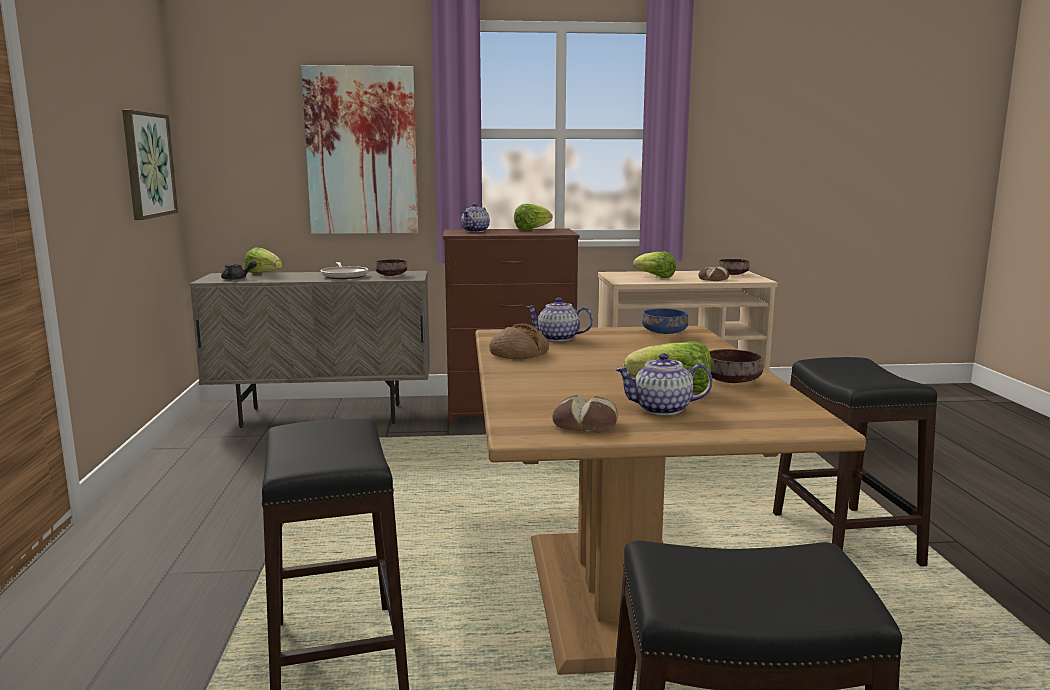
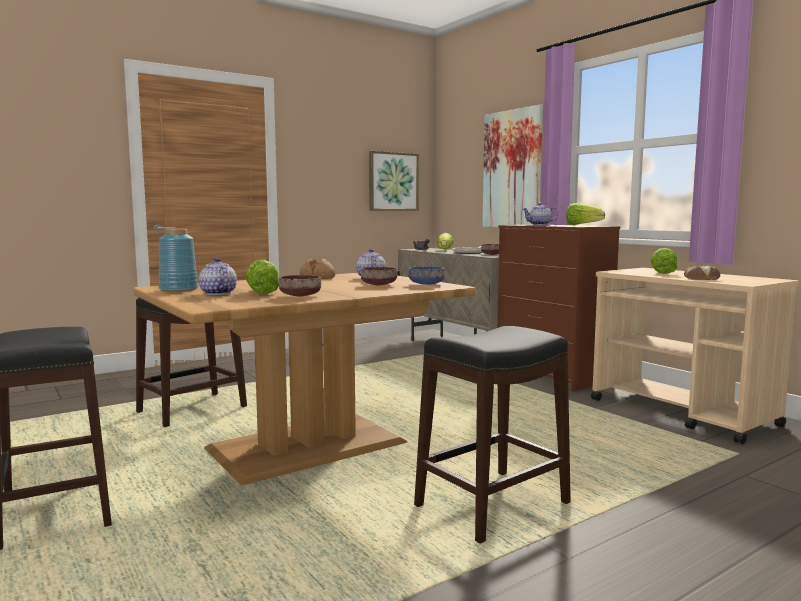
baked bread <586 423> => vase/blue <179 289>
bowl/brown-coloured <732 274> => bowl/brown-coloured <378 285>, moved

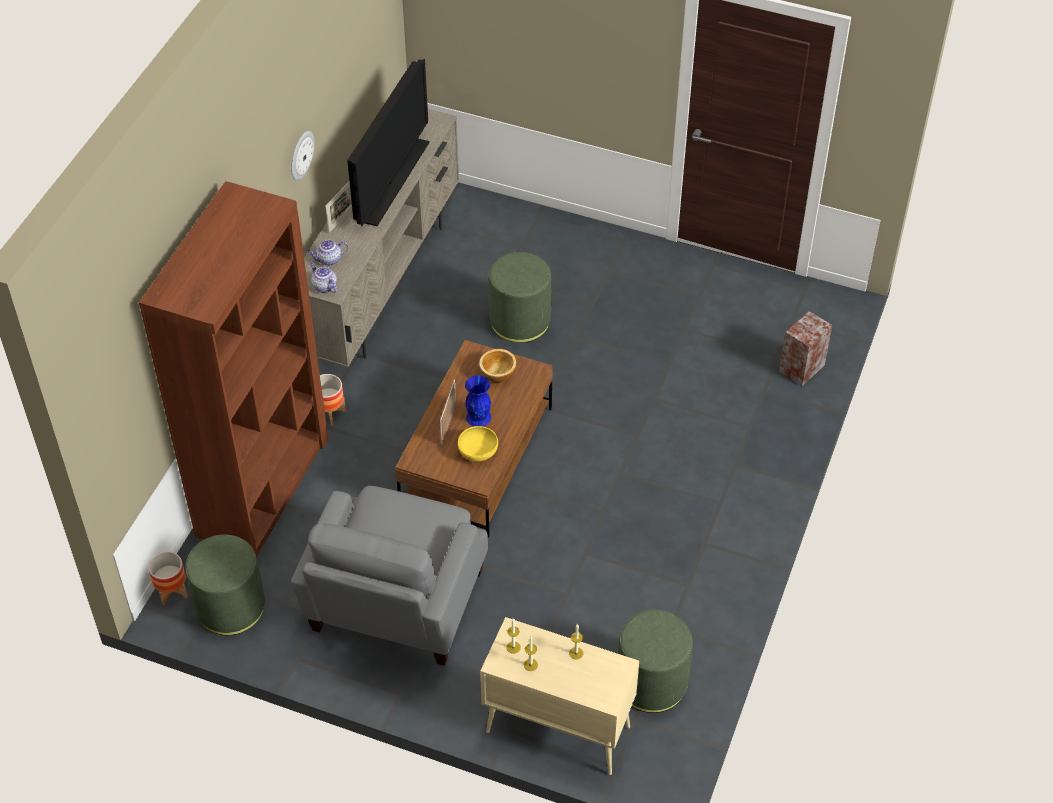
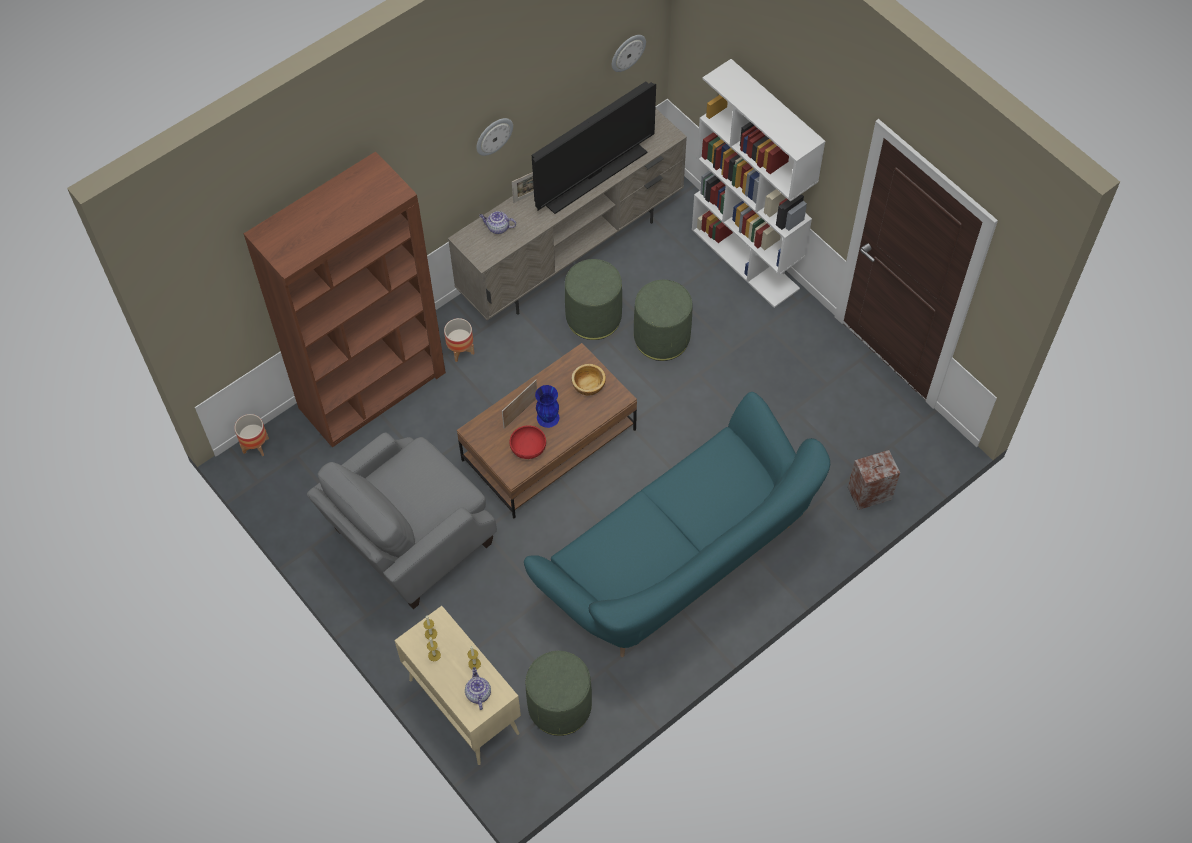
tea pot <324 286> => tea pot <478 693>, moved
bowl/yellowish <478 451> => bowl/reddish <528 448>
nothing => sofa/turquoise-coloured <680 562>
footrest/greenish <230 607> => footrest/greenish <593 317>, moved
nothing => hanging clock <627 52>
nothing => bookcase/white <746 259>

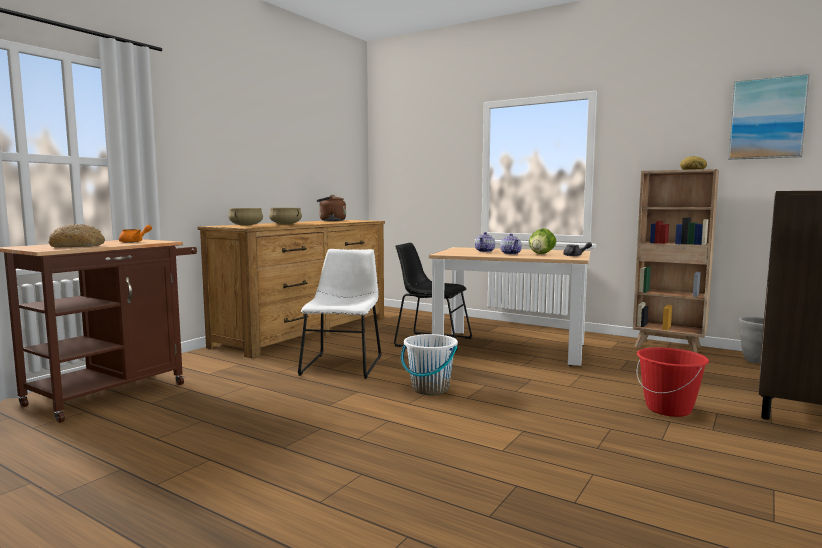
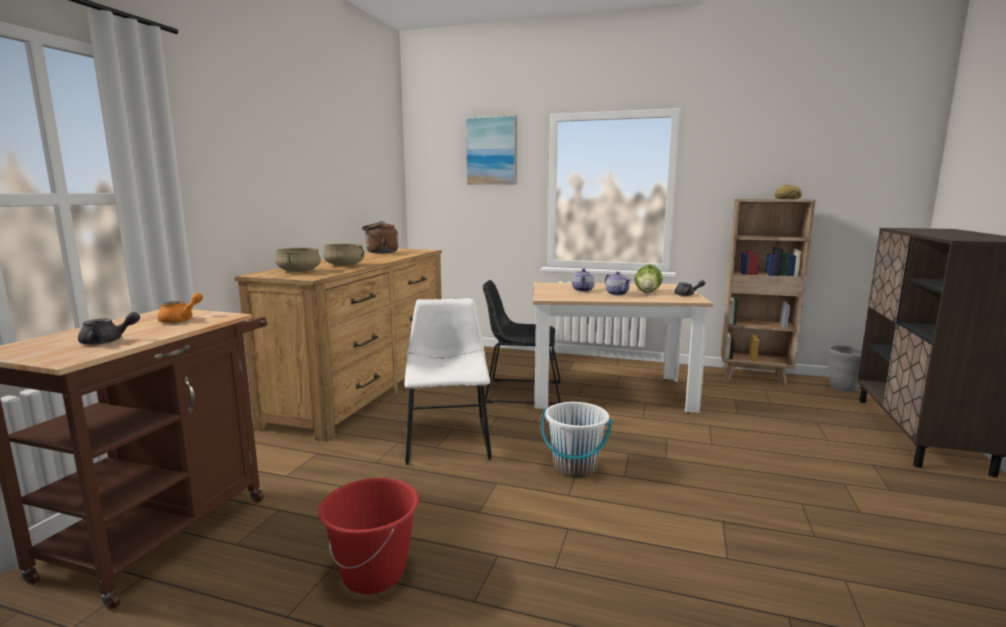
baked bread <78 246> => tea pot/greyish <107 341>
water bucket/reddish <668 409> => water bucket/reddish <374 574>, moved
wall picture <767 118> => wall picture <491 151>, moved

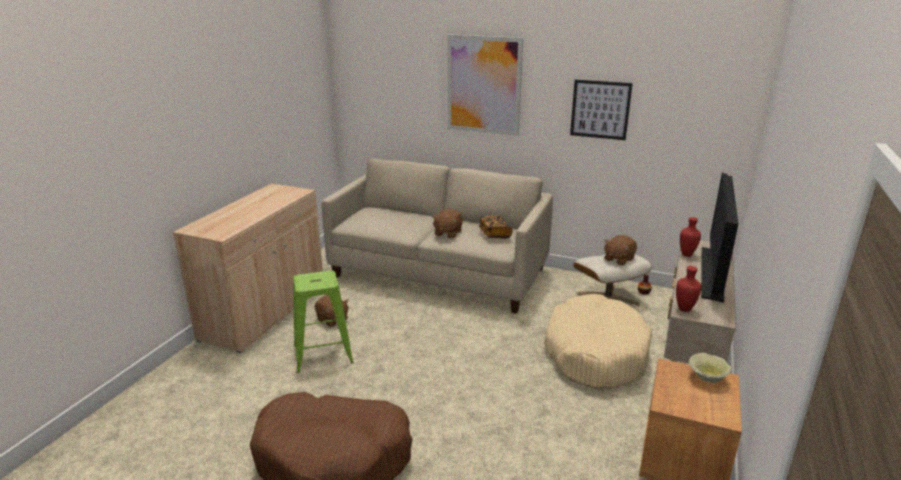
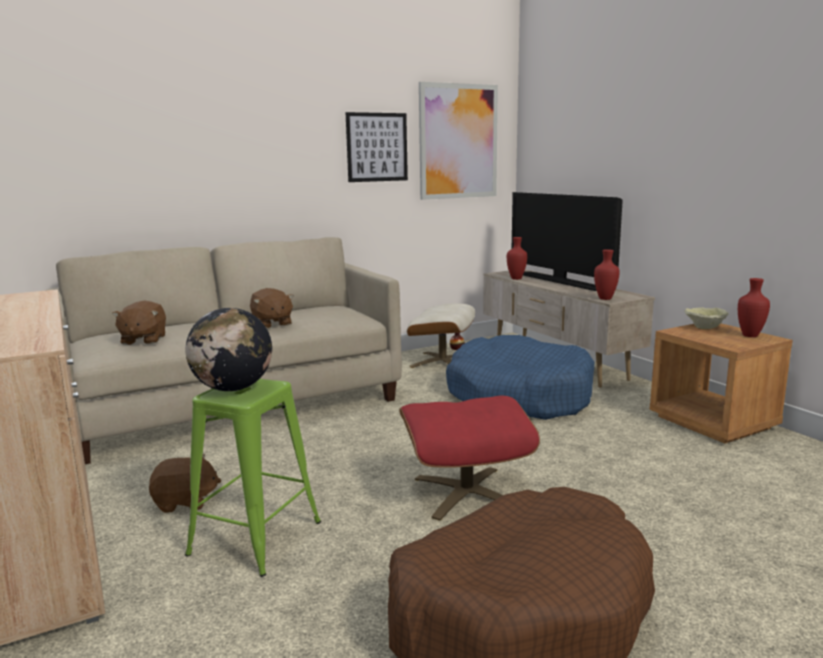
soft toy/brown-coloured <618 259> => soft toy/brown-coloured <143 340>, moved
nothing => world globe <232 388>
nothing => footrest/reddish <466 492>
wall picture <483 85> => wall picture <458 141>, moved
dog cushion/beige-coloured <595 354> => dog cushion/blue <519 396>
nothing => vase/reddish <750 335>
volume <494 234> => nothing

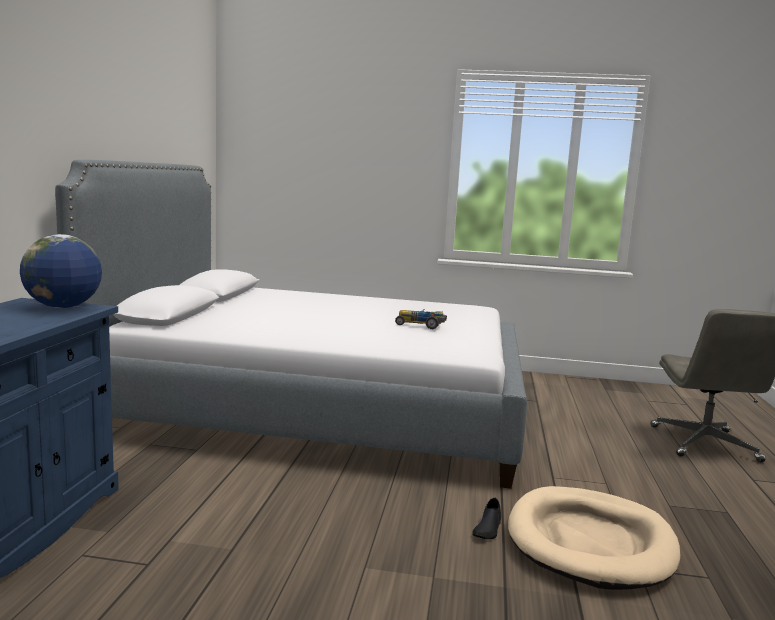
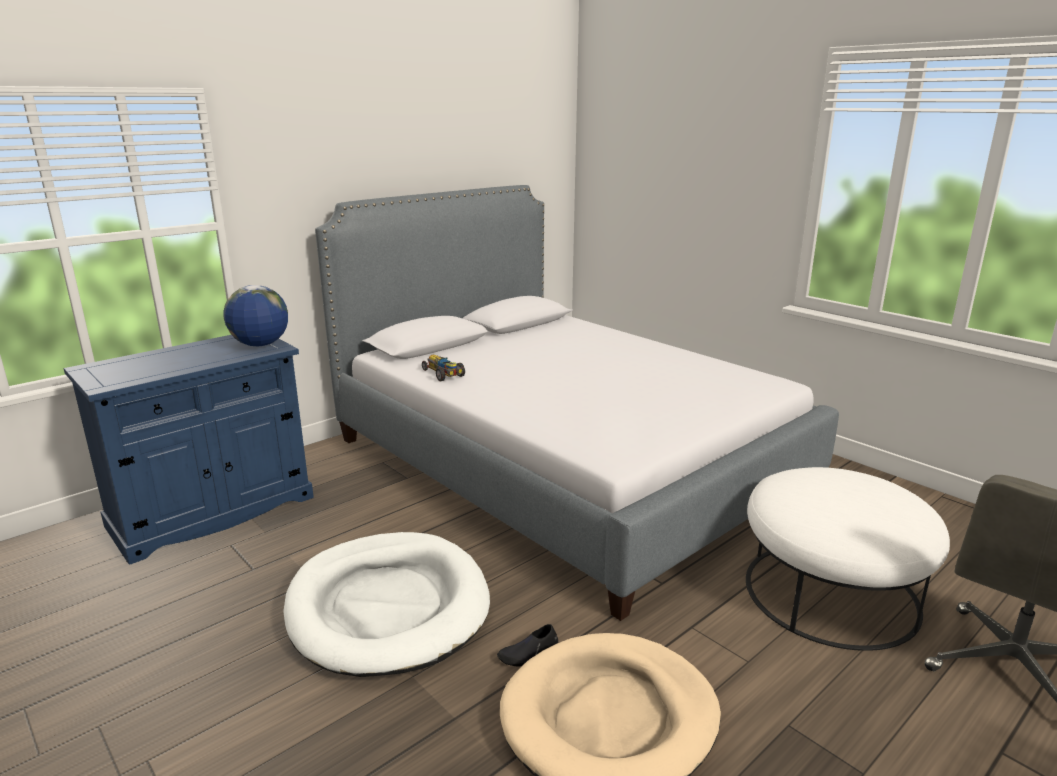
nothing => dog cushion/white <388 607>
miniature car <421 325> => miniature car <444 374>, moved
nothing => footrest/white <830 592>

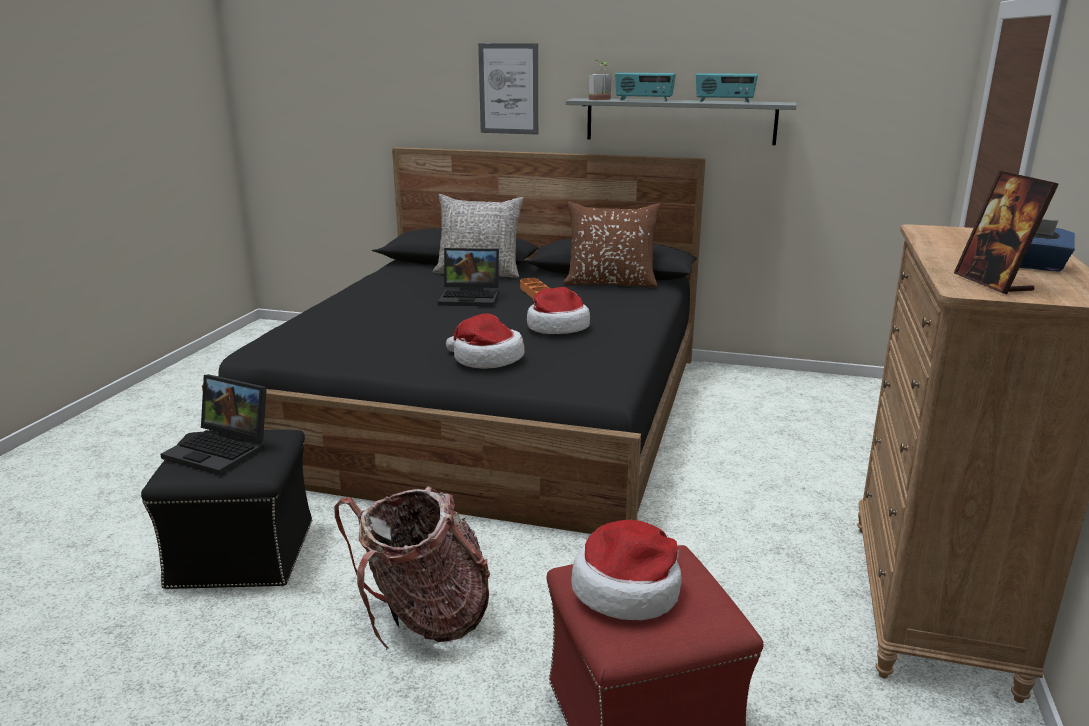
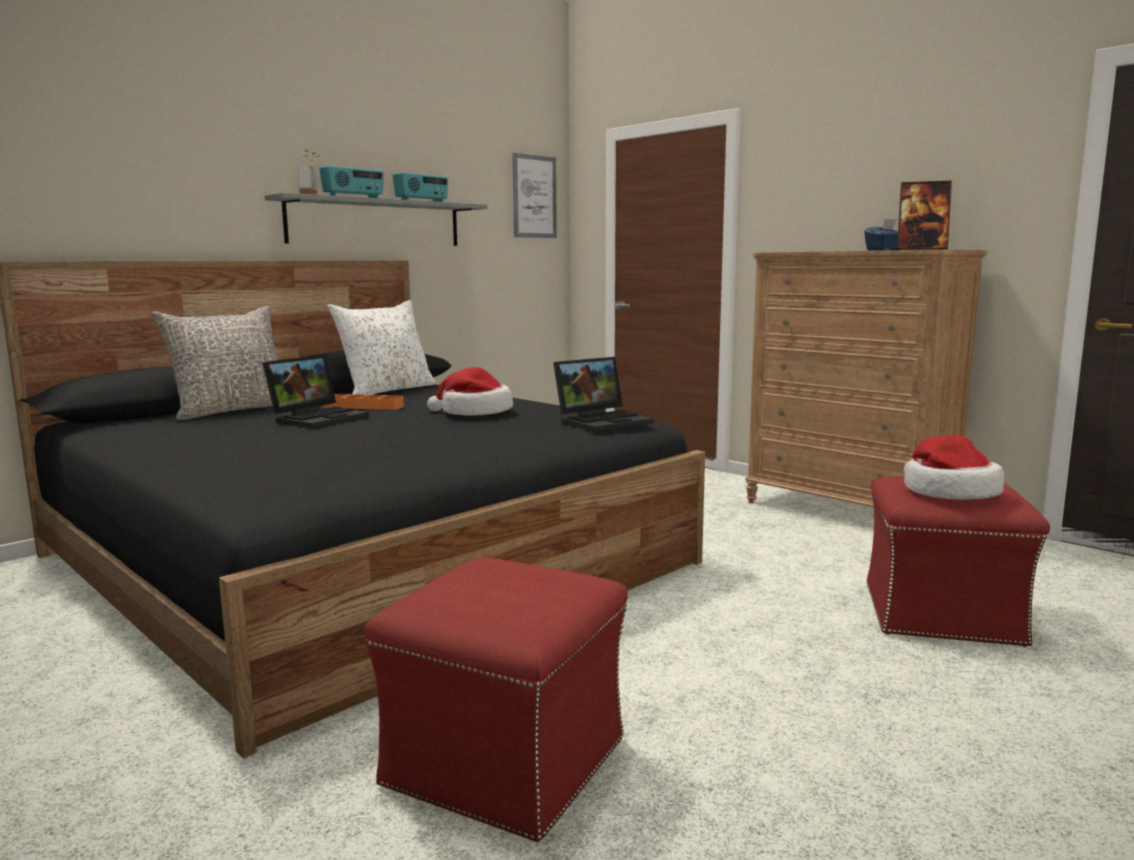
cushion/brown-coloured <610 283> => cushion/white <387 390>
footrest/black <244 554> => footrest/reddish <507 760>
wall picture <508 89> => wall picture <534 196>, moved
portable computer <222 450> => portable computer <603 421>, moved
rucksack <425 618> => nothing
wearable hat <486 359> => nothing

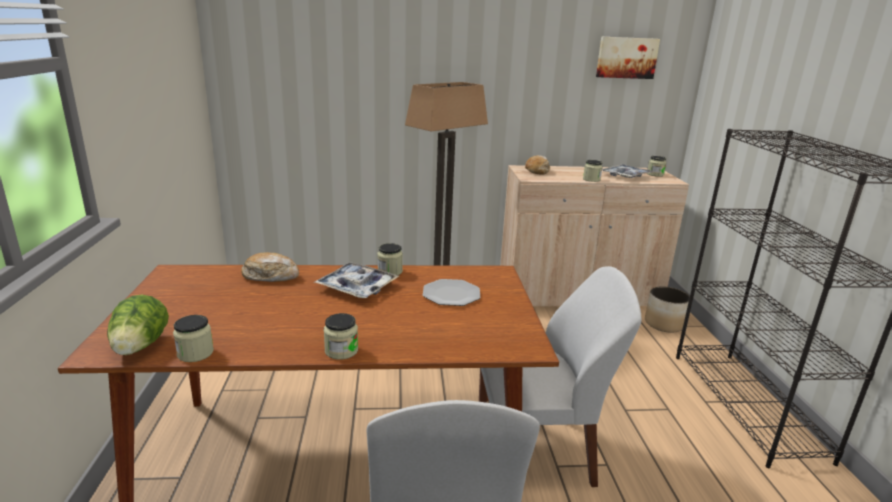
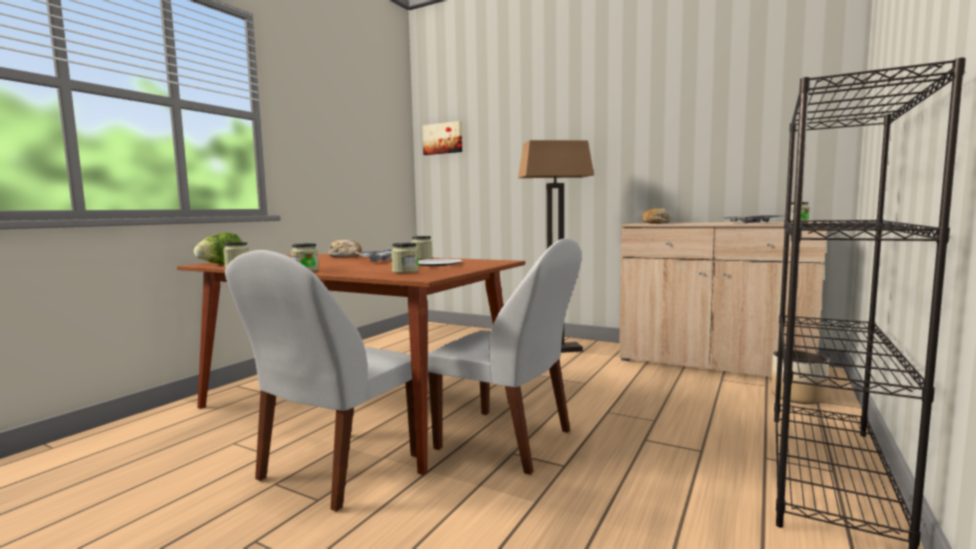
storage jar <591 179> => storage jar <405 271>, moved
wall picture <626 57> => wall picture <443 138>, moved

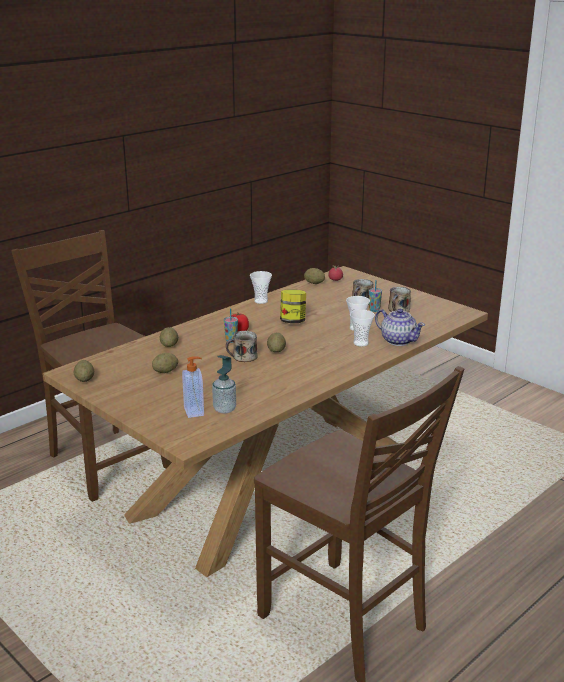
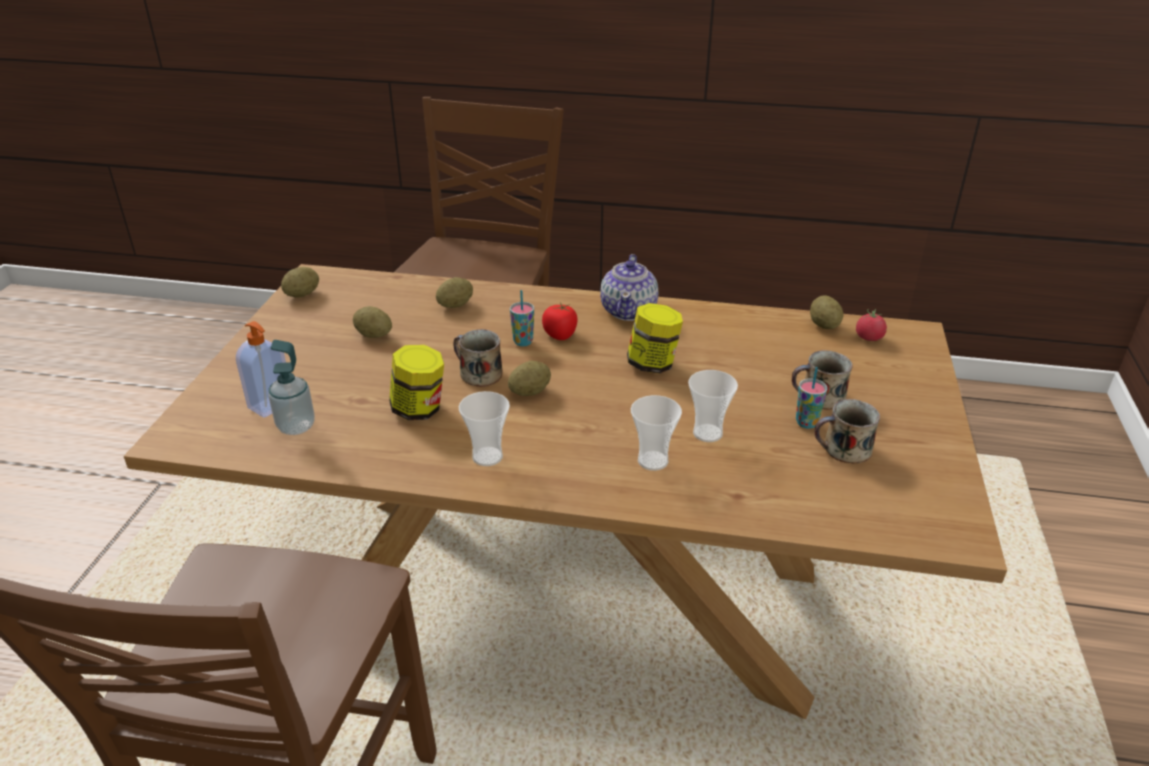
nothing => storage jar <419 409>
small cup <261 301> => small cup <487 456>, moved
tea pot <398 340> => tea pot <629 311>, moved

